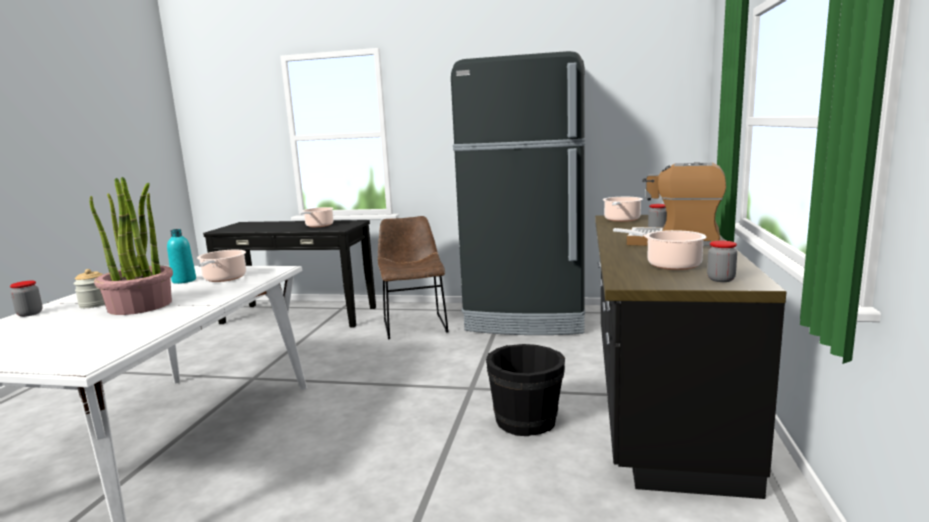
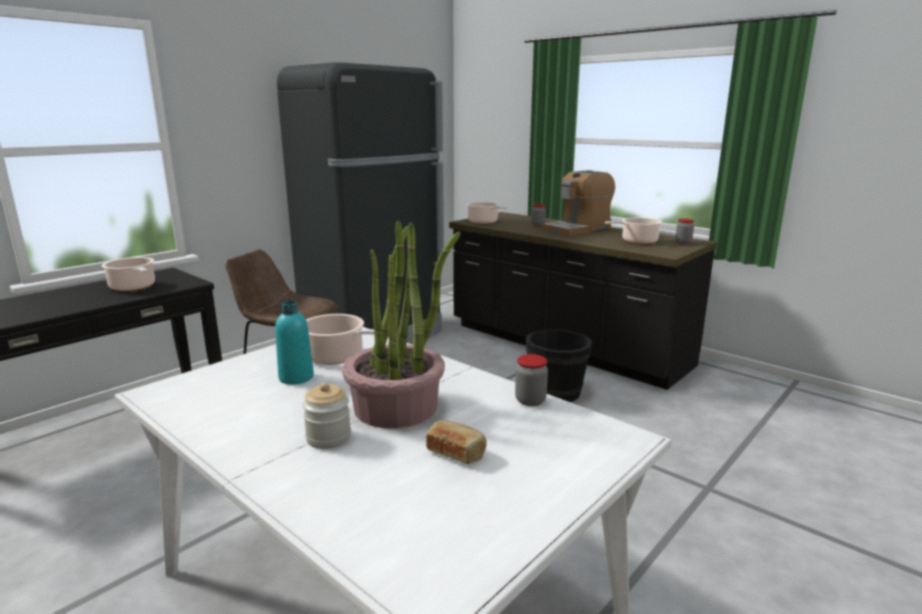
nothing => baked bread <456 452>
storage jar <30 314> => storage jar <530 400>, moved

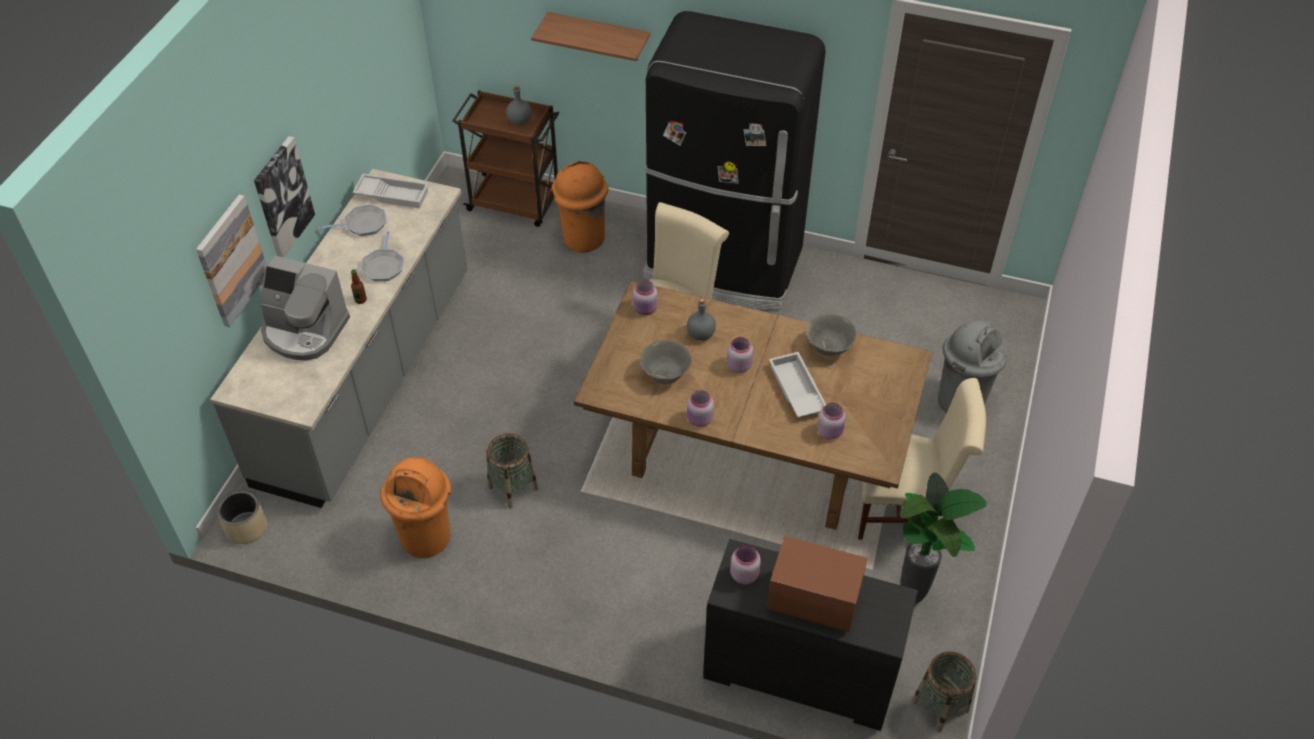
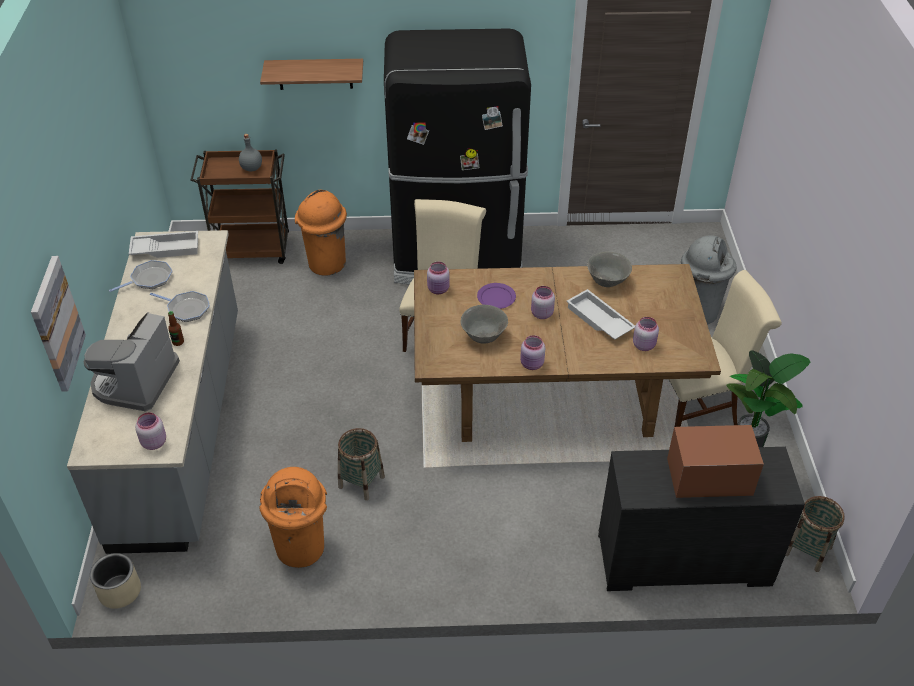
coffee machine <304 331> => coffee machine <135 382>, 105 degrees clockwise
storage jar/pinkish <743 574> => storage jar/pinkish <153 442>, moved
pan <383 266> => pan <186 309>, 45 degrees counterclockwise
drink bottle/greyish <700 334> => flat dish/purple <496 297>
wall picture <282 197> => nothing

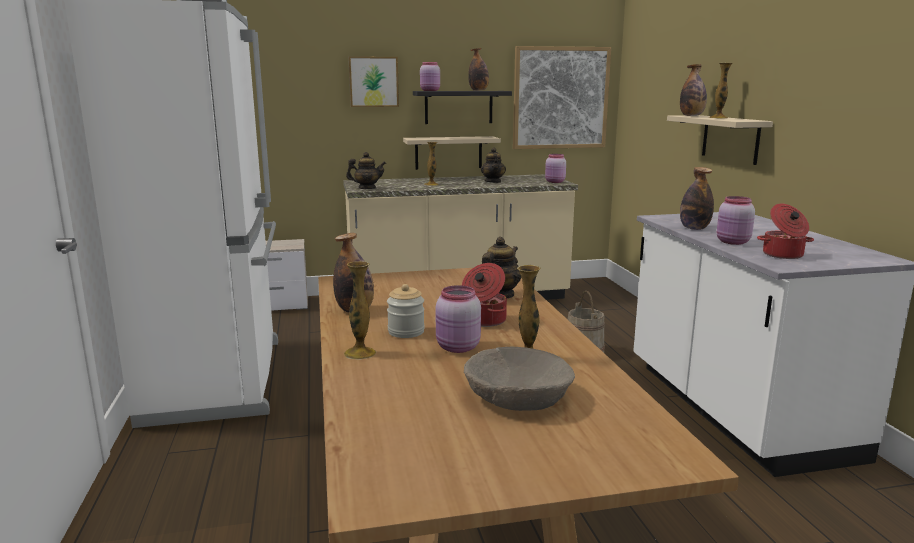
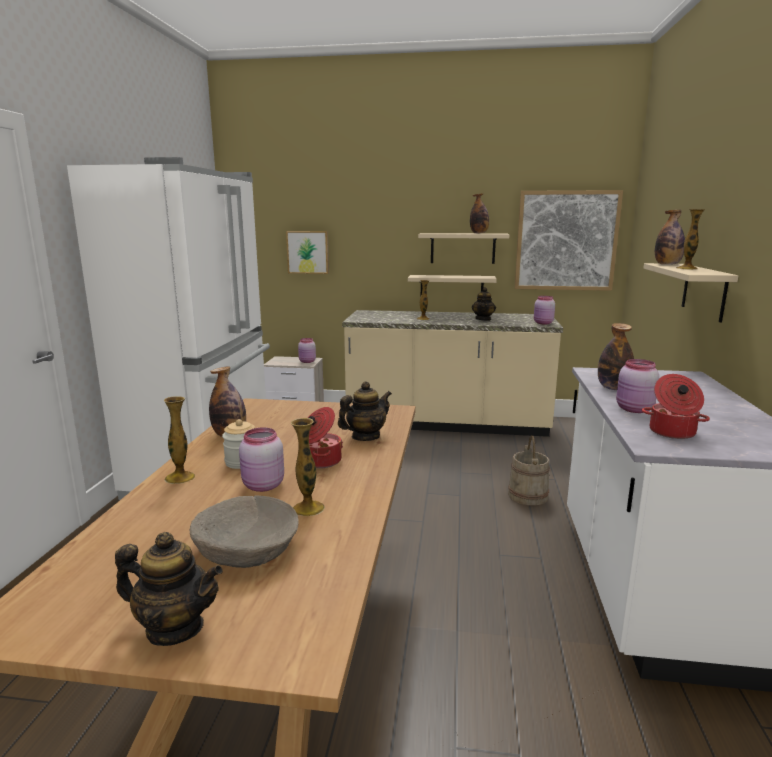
tea pot <367 188> => tea pot <175 628>, moved
wall picture <373 82> => wall picture <308 252>, moved
storage jar/pinkish <430 90> => storage jar/pinkish <307 361>, moved
wall shelf/black <458 107> => wall shelf/beige-coloured <462 248>

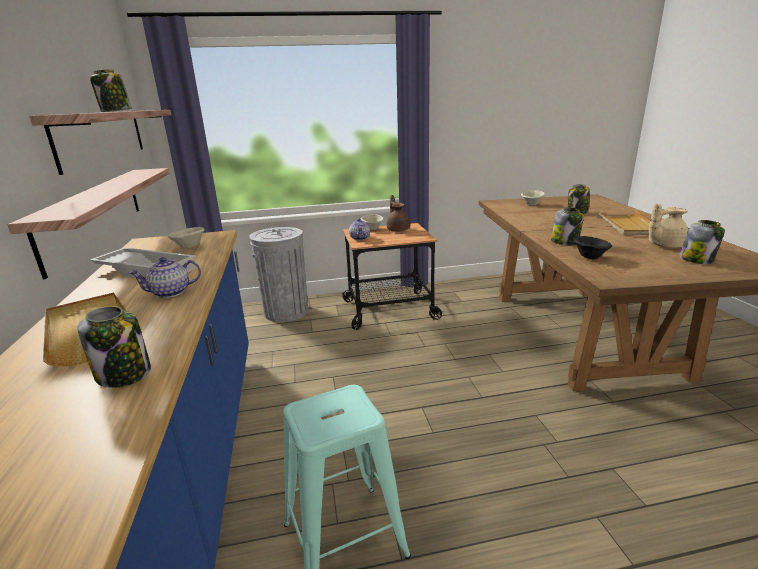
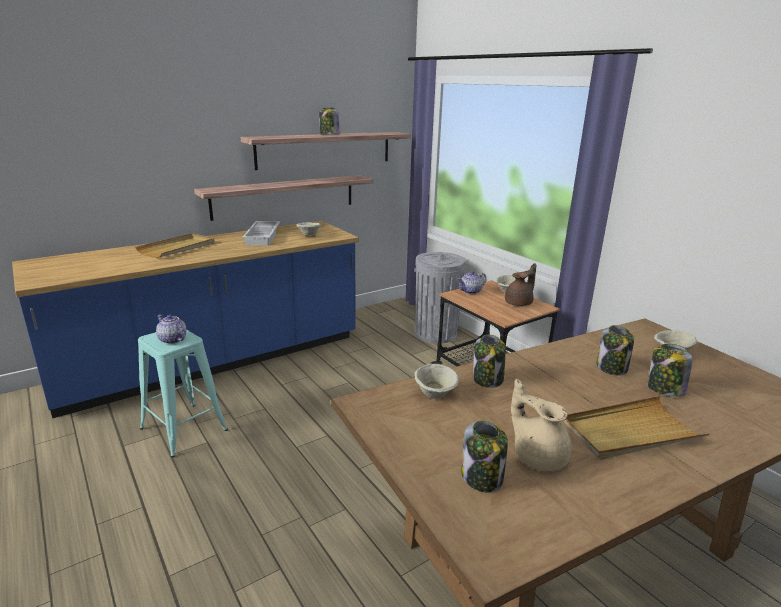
tea pot <171 292> => tea pot <172 340>, moved
bowl/black <589 257> => bowl/beige-coloured <435 394>
storage jar <124 374> => storage jar <612 368>, moved

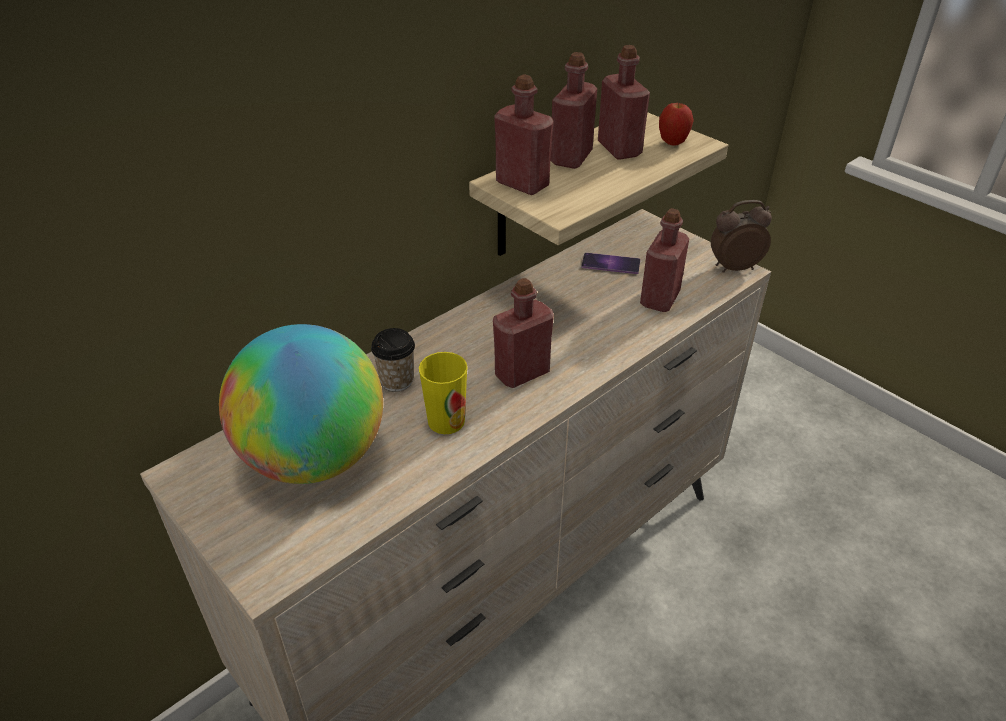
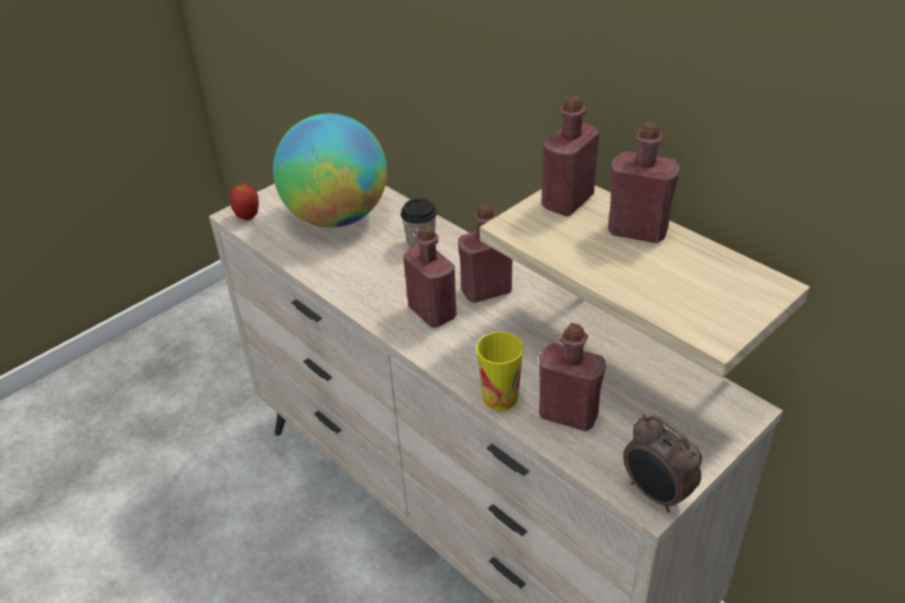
apple <672 143> => apple <248 217>, moved
drink bottle/reddish <619 149> => drink bottle/reddish <486 291>, moved
small cup <446 421> => small cup <500 397>, moved
bedside clock <733 267> => bedside clock <655 494>, 150 degrees clockwise
phone <610 264> => nothing

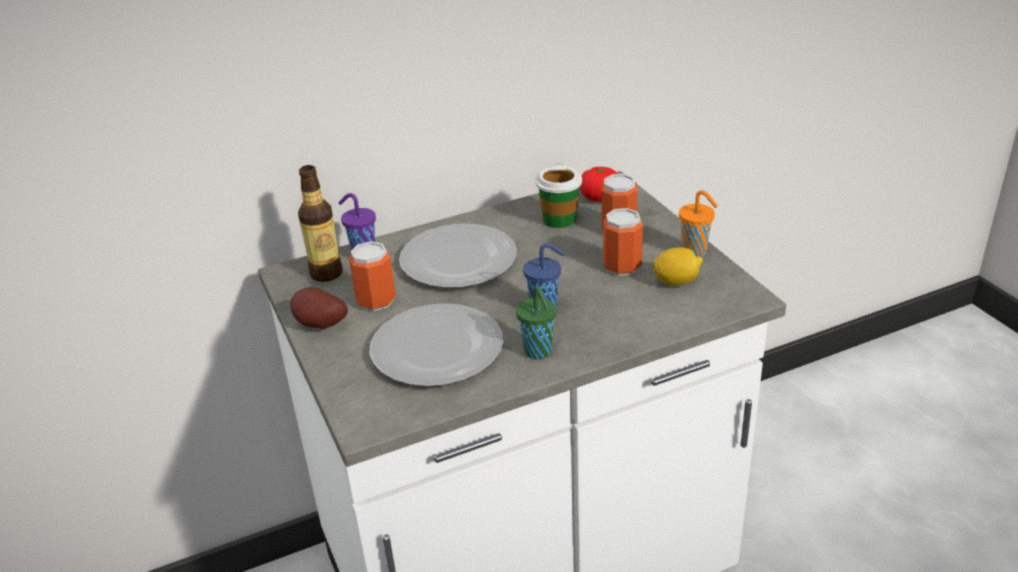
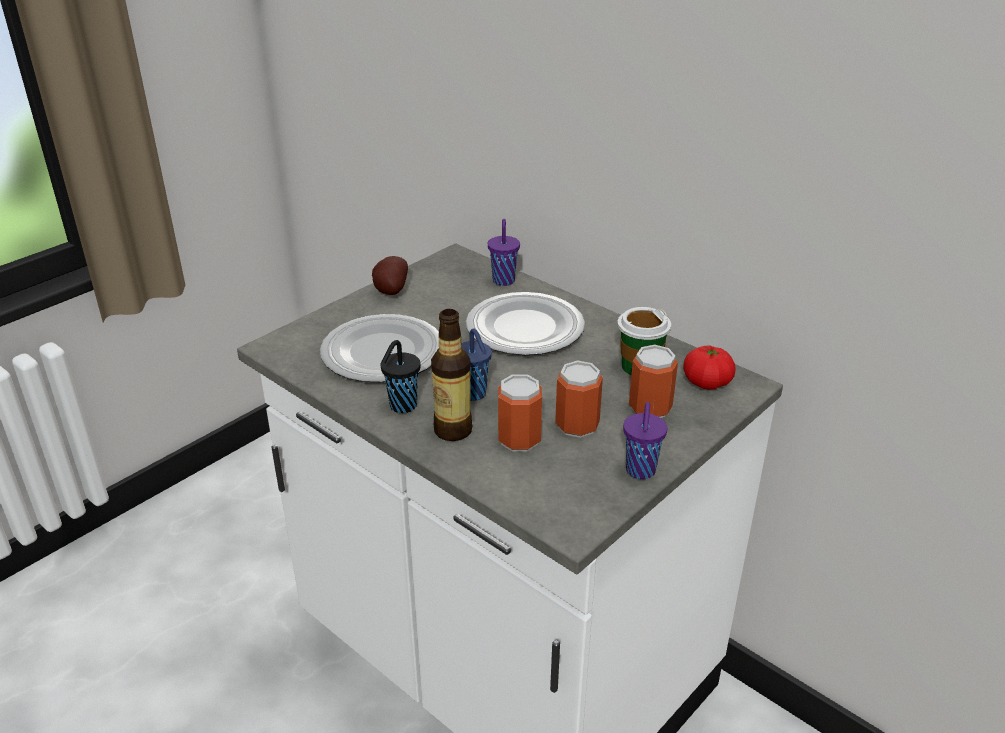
small cup/greenish <538 352> => small cup/black <402 406>
drink bottle <326 273> => drink bottle <453 430>, moved
can <376 301> => can <519 439>, moved
small cup/orange <695 252> => small cup/purple <640 471>
lemon <676 281> => nothing

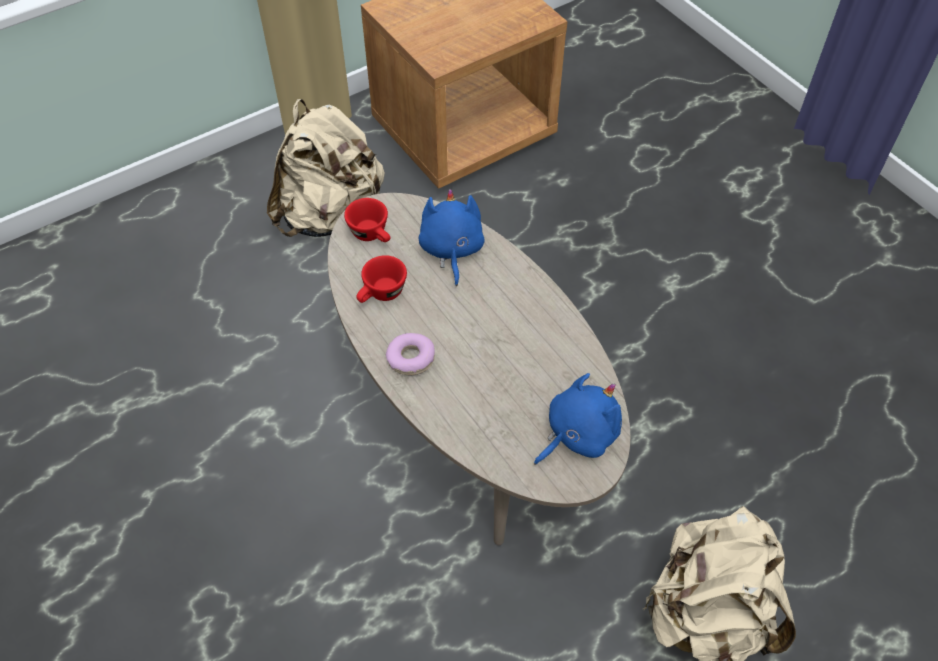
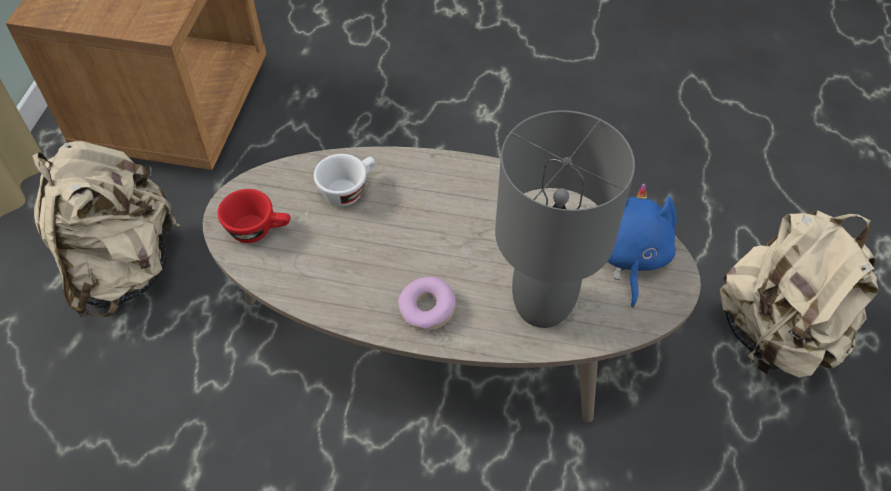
soft toy/blue <451 250> => small cup/white <348 189>
nothing => lamp for a table/greyish <541 306>
small cup/reddish <381 294> => nothing

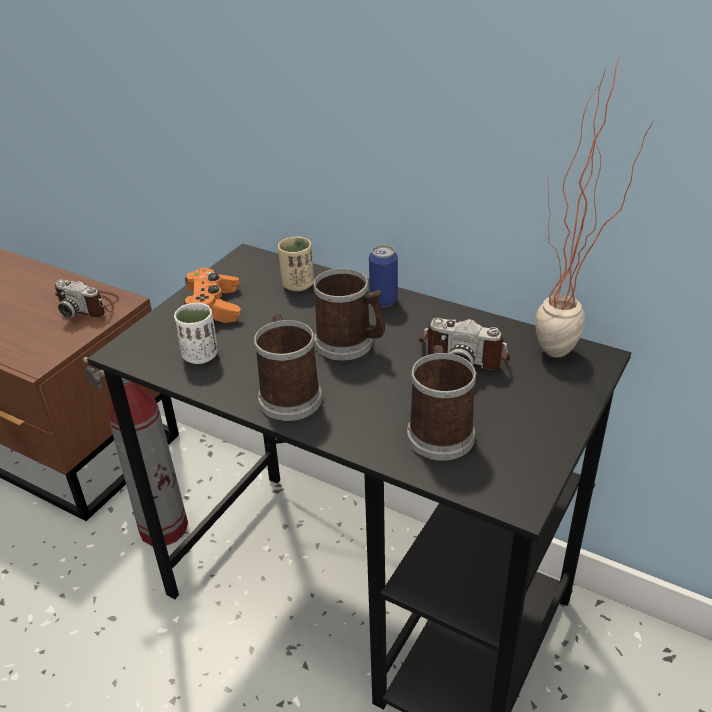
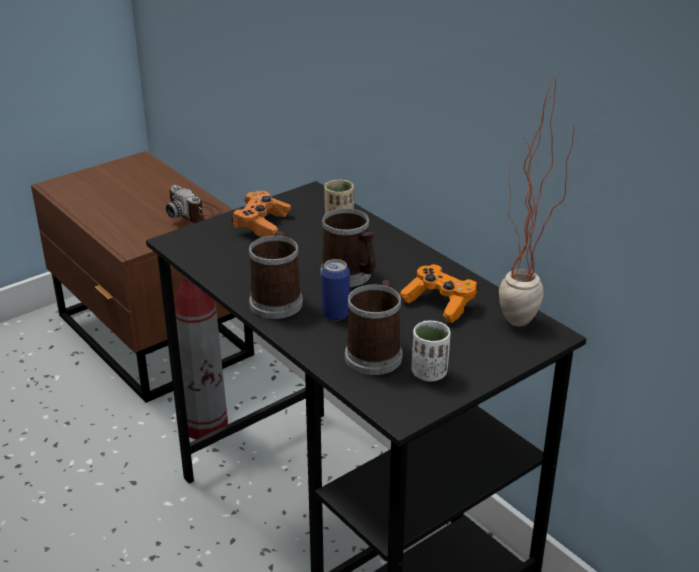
can <383 300> => can <335 314>, moved
photo camera <464 352> => joypad/orange <439 303>
small cup/white <200 356> => small cup/white <429 373>, moved

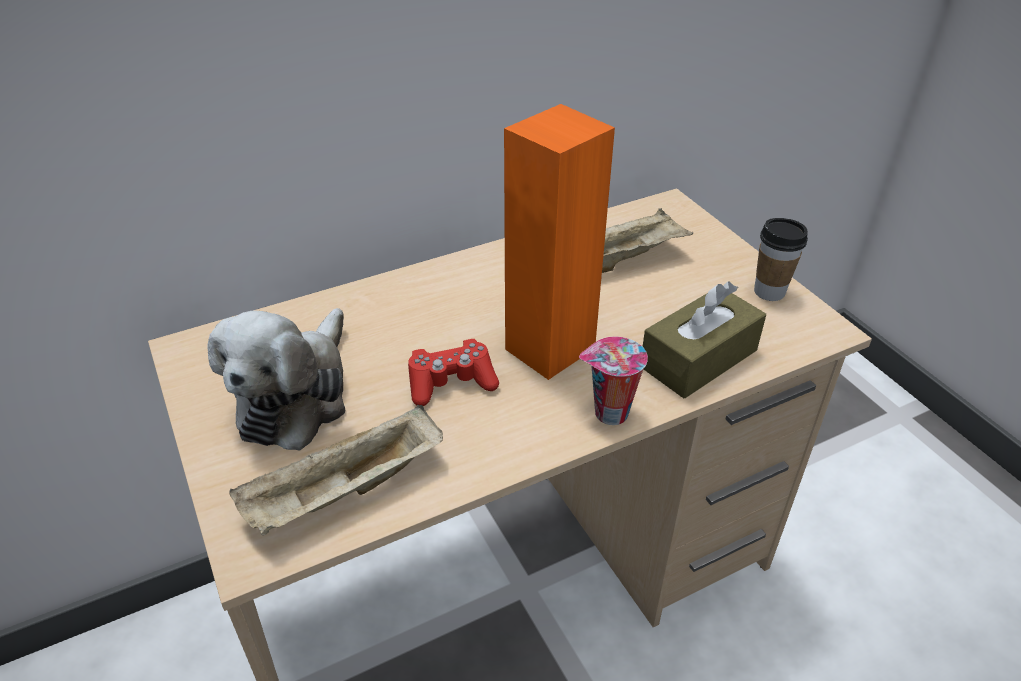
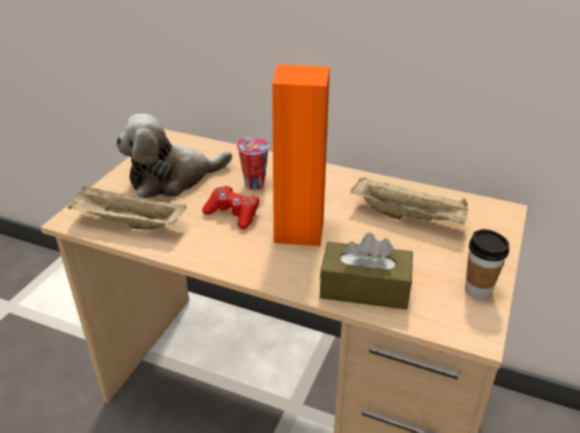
small cup <609 414> => small cup <253 184>, moved

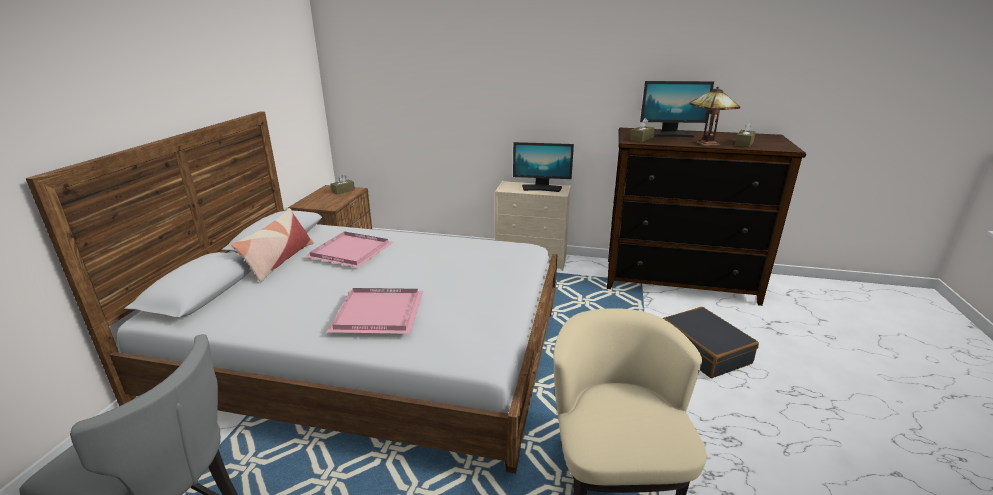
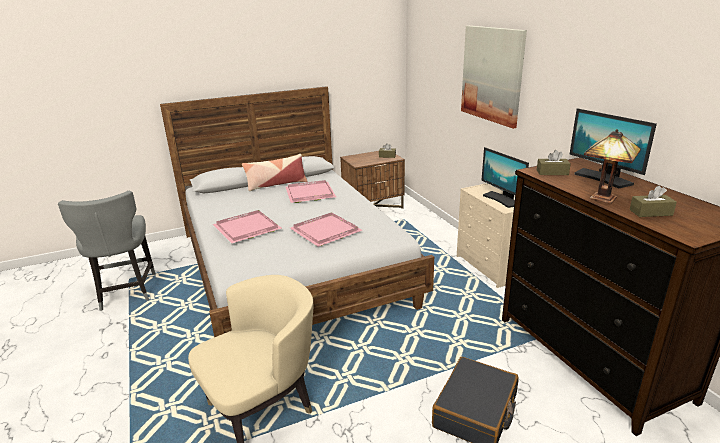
nothing => tray/pinkish <326 230>
nothing => wall picture <492 74>

